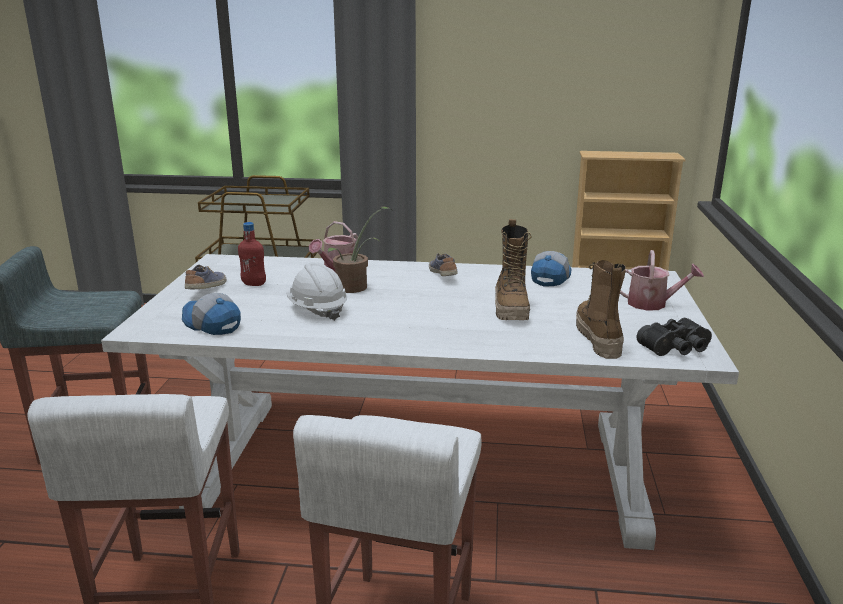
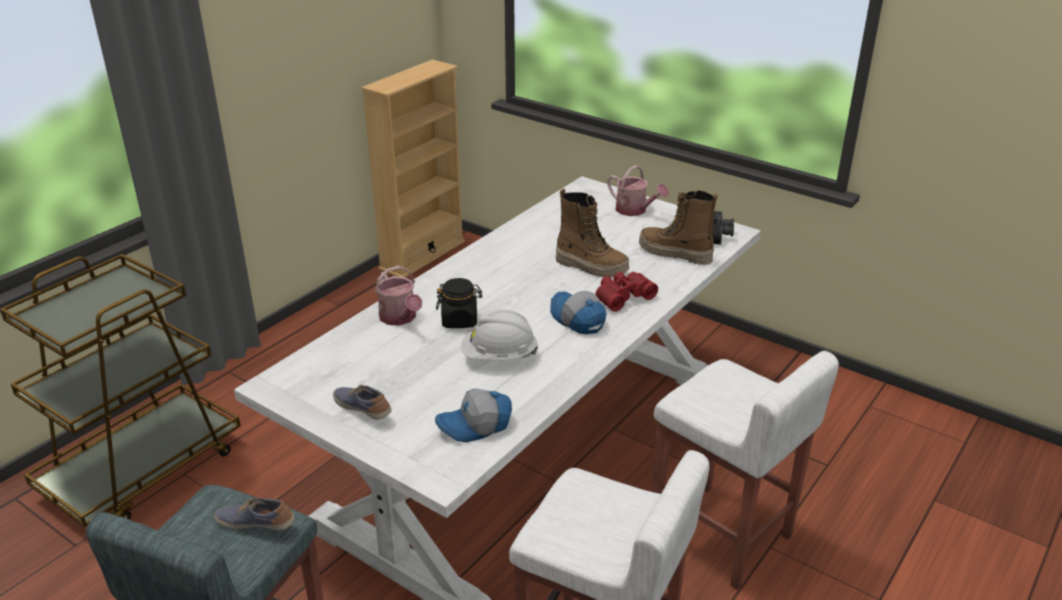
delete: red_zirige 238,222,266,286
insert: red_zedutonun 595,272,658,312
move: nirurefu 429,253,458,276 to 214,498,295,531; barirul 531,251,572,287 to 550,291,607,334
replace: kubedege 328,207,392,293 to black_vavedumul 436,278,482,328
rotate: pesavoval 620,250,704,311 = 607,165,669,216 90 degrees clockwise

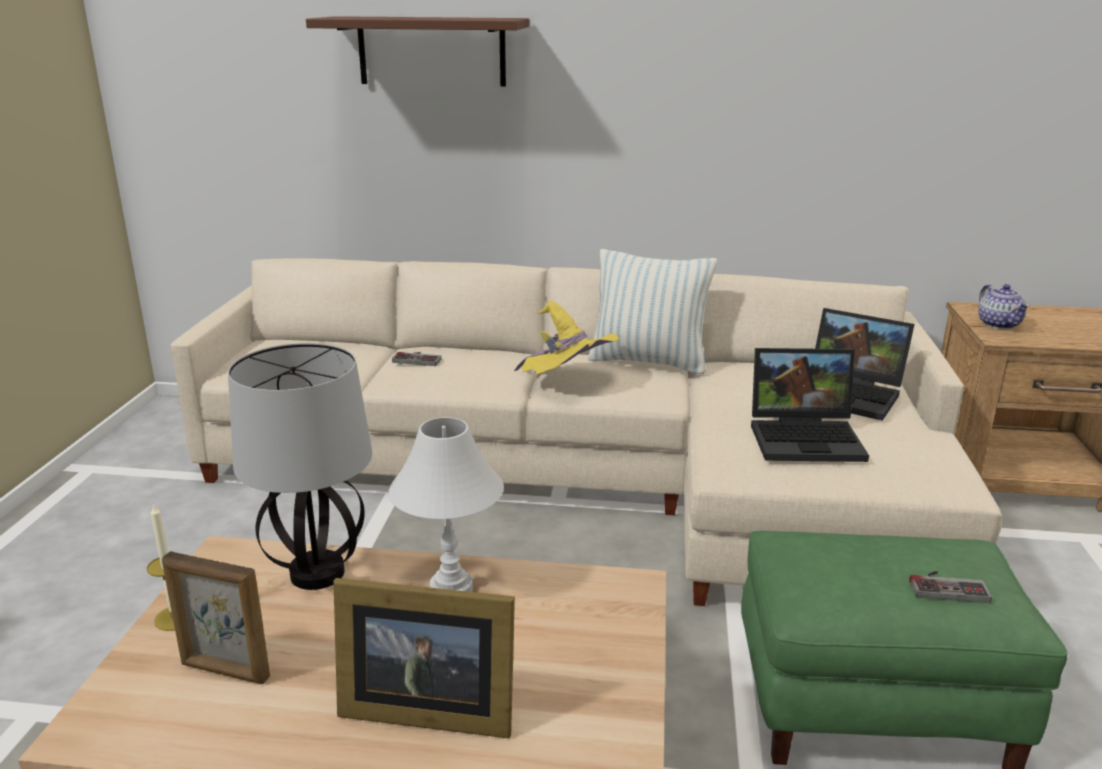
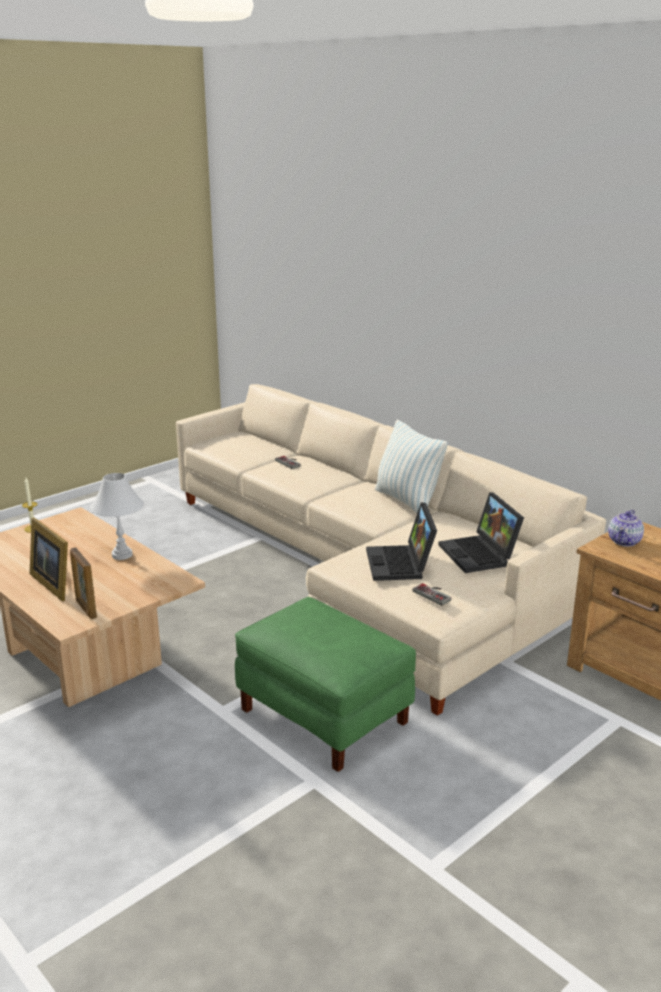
delete: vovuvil 228,343,373,590; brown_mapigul 306,16,529,87; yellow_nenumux 514,300,619,375
move: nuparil 162,551,270,684 to 70,547,97,619; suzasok 909,571,992,603 to 413,583,452,606
rotate: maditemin 751,348,869,462 = 366,502,437,581 45 degrees clockwise

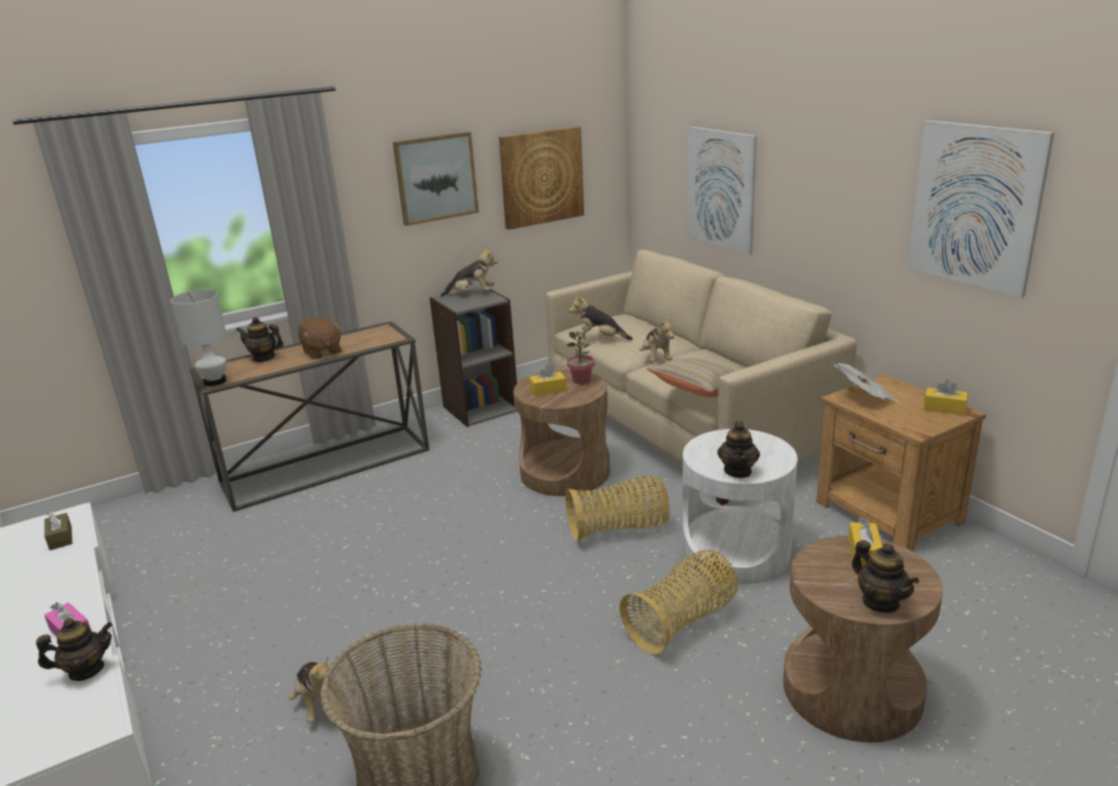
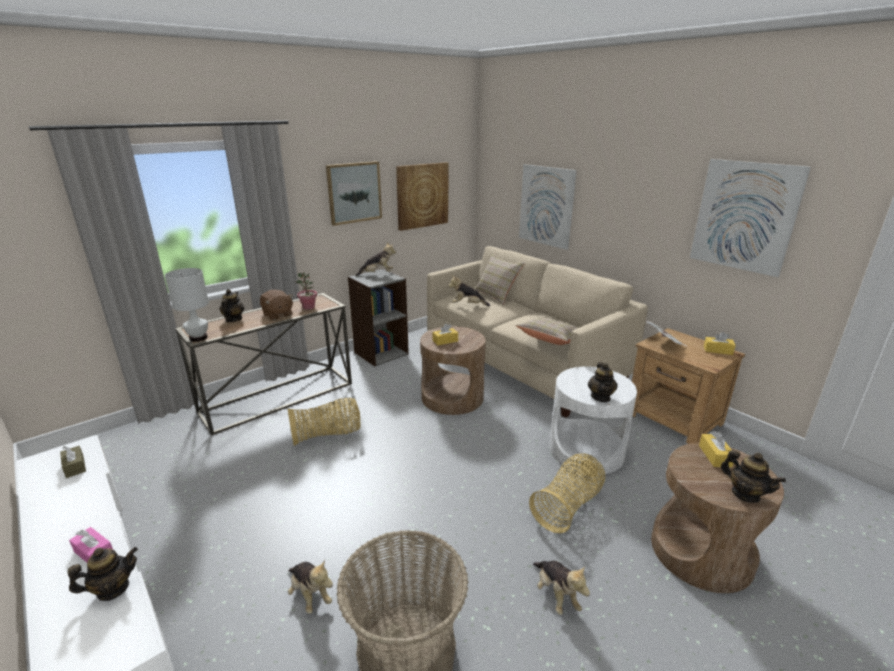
insert: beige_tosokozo 474,253,525,305
move: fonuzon 565,476,670,542 to 288,398,361,446; kubedege 567,331,595,384 to 296,272,317,310; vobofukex 639,318,674,361 to 533,561,590,615
rotate: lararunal 236,317,284,362 = 219,289,244,322 90 degrees clockwise

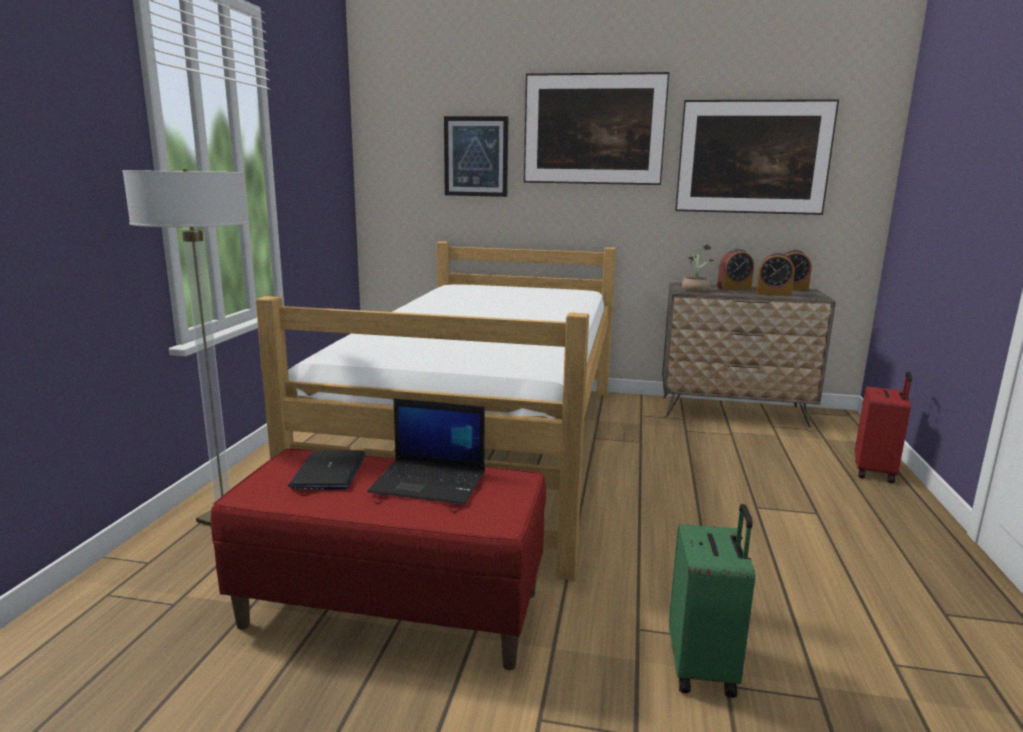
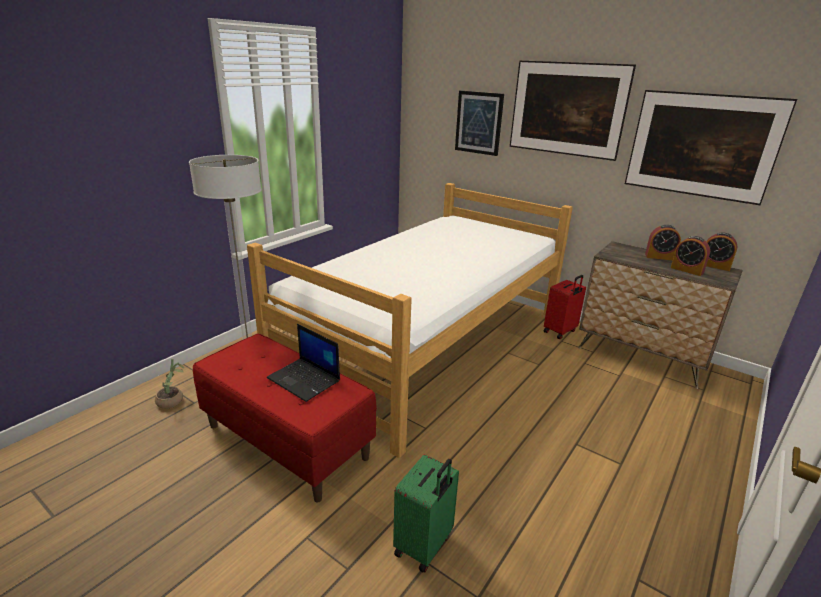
delete: maditemin 288,450,365,490
move: kubedege 682,240,714,292 to 155,359,184,409; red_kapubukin 855,372,912,483 to 544,275,586,339

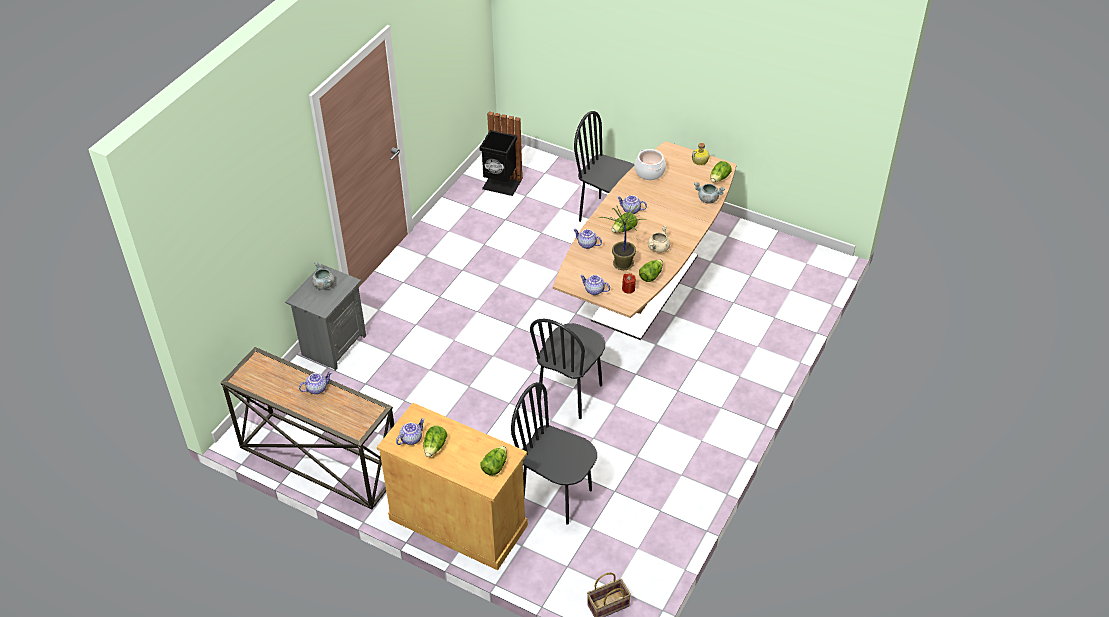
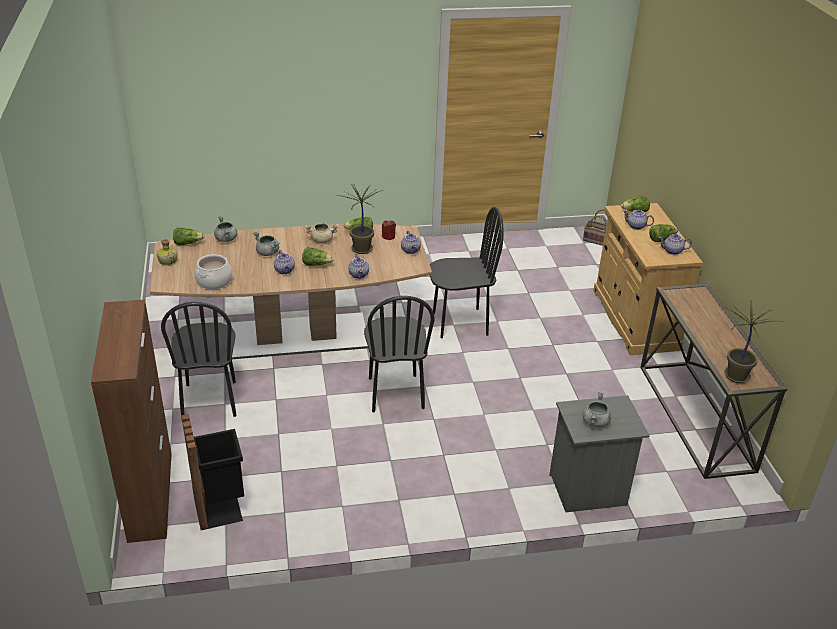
insert: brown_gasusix 91,300,172,543; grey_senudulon 253,232,279,256; kubedege 724,301,783,383
move: lararunal 299,372,332,394 to 623,209,654,230; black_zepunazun 511,382,597,525 to 364,296,435,412

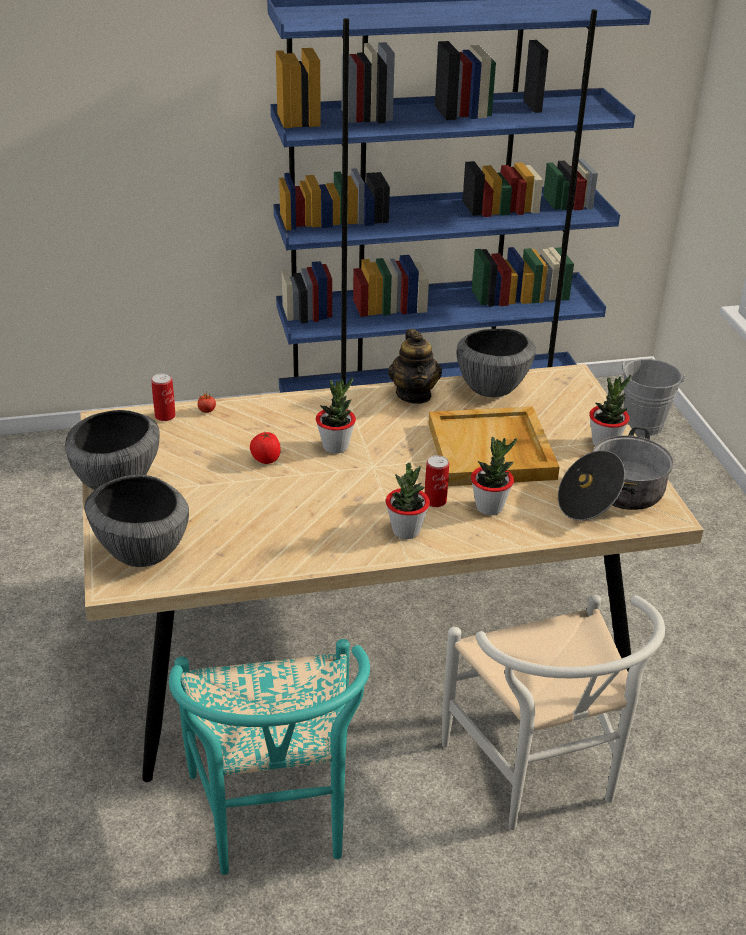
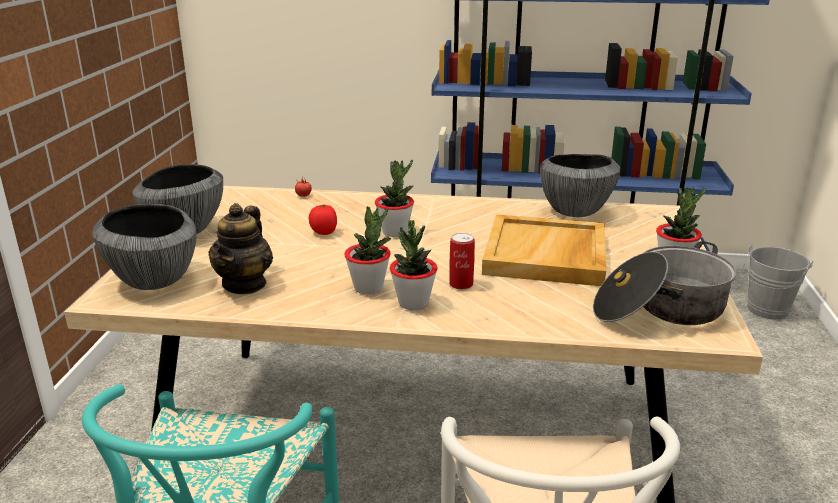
delete: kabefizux 151,373,176,421
move: lararunal 388,329,442,404 to 208,203,273,294; kubedege 471,437,517,515 to 344,206,391,294

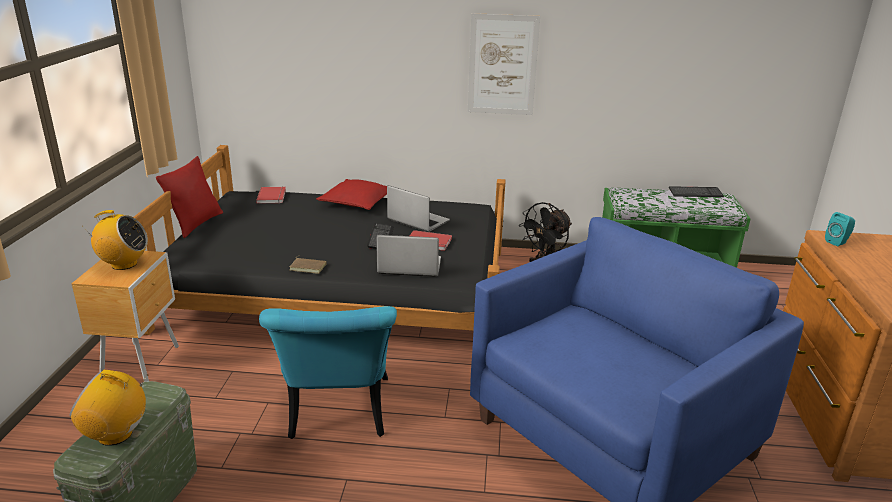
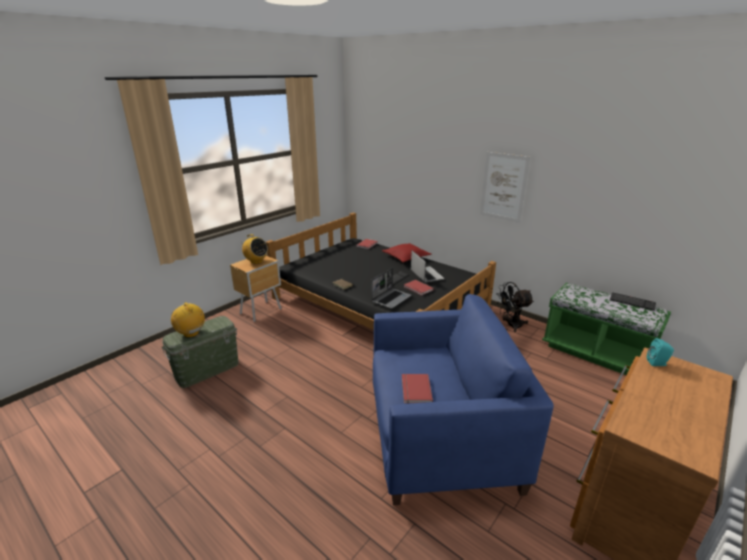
delete: red_tosokozo 156,156,223,238; turquoise_zepunazun 259,306,397,439
insert: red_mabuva 402,374,433,403
rotate: maditemin 376,235,441,277 = 371,268,412,309 90 degrees clockwise

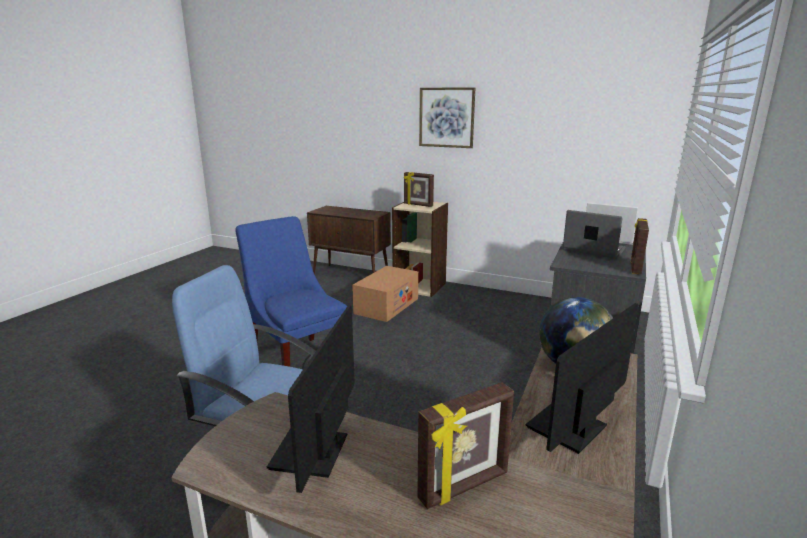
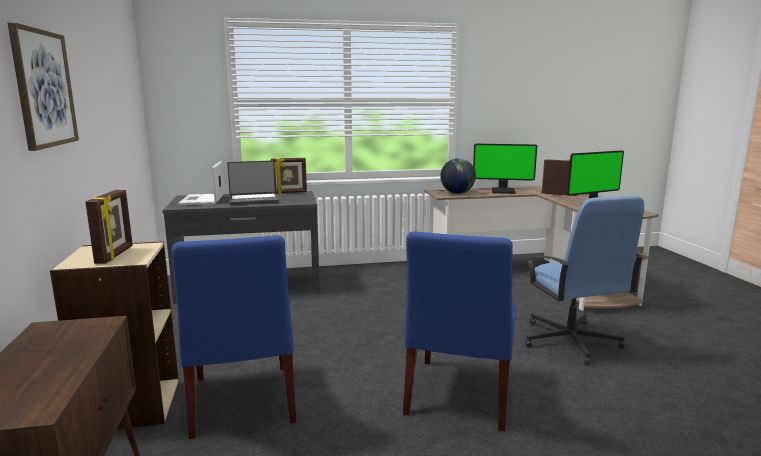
replace: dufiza 352,266,418,322 to blue_zepunazun 172,235,297,439
rotate: maditemin 563,210,625,259 = 227,160,279,205 105 degrees counterclockwise

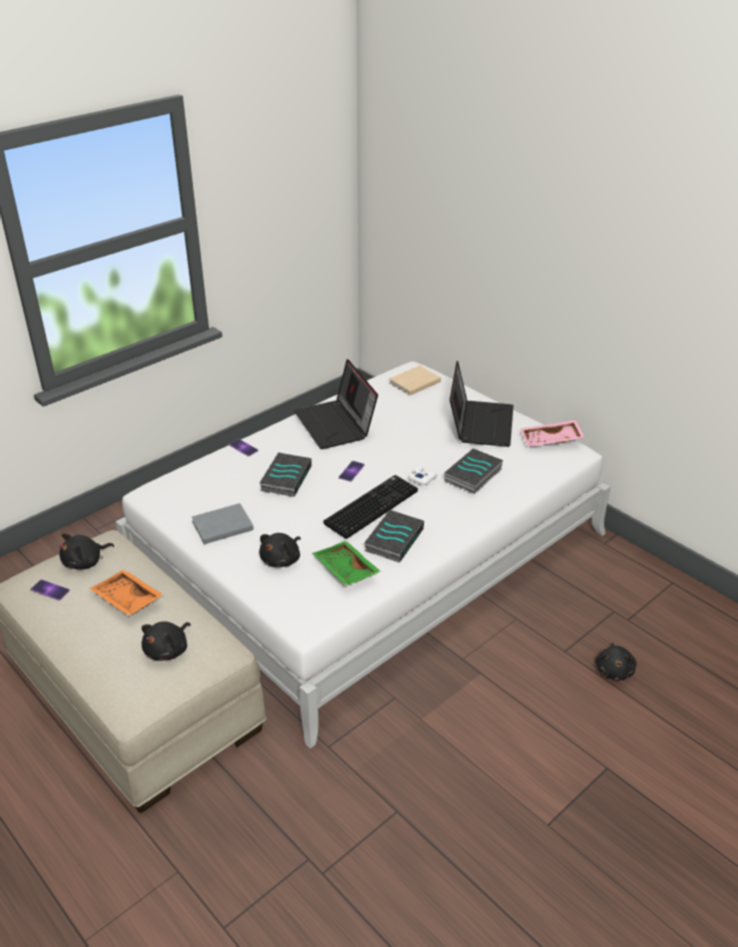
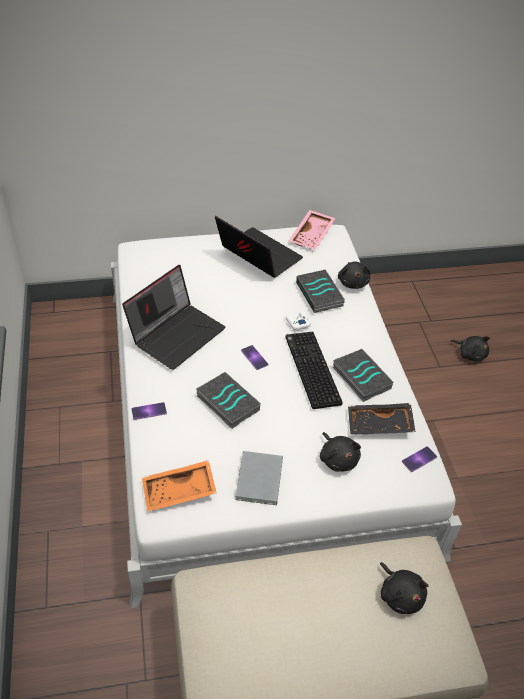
delete: beige_mabuva 389,365,441,396
move: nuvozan 30,579,70,601 to 402,446,437,472; black_vobofukex 59,533,114,570 to 338,262,371,289; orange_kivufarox 90,570,163,616 to 142,460,217,511
recolor: green_kivufarox 312,541,381,586 to black_kivufarox 348,403,416,435
rotate: maditemin 294,359,378,449 = 122,265,226,370 60 degrees counterclockwise

